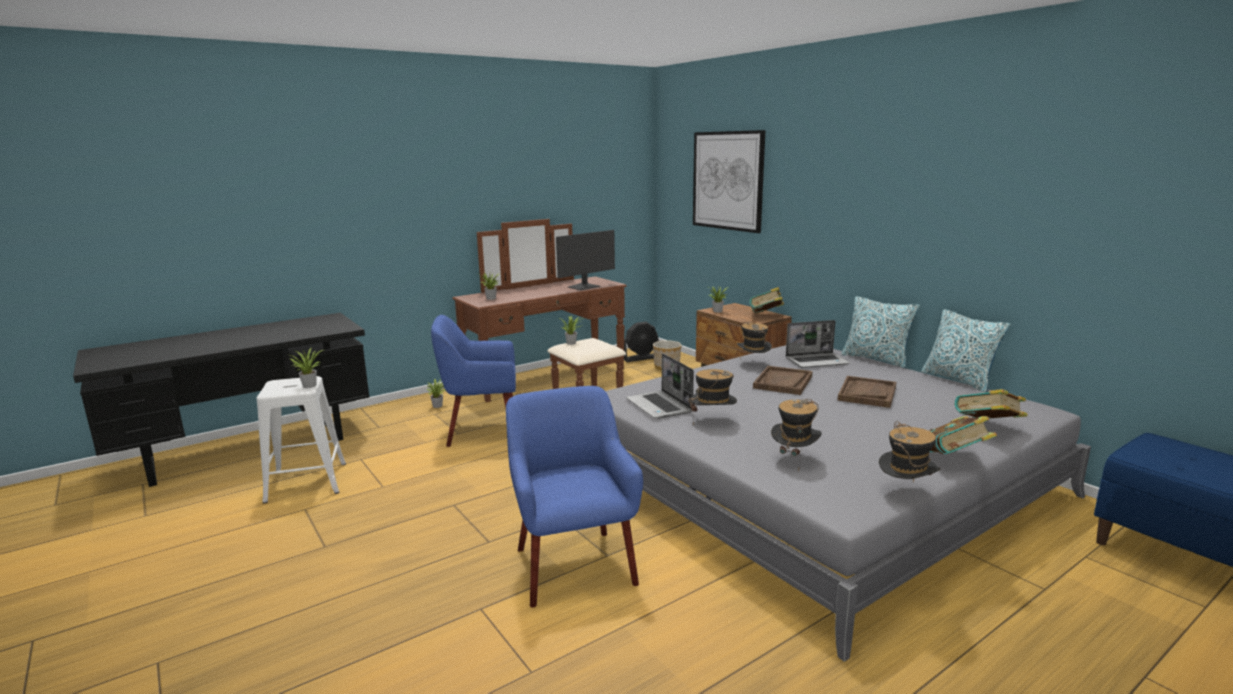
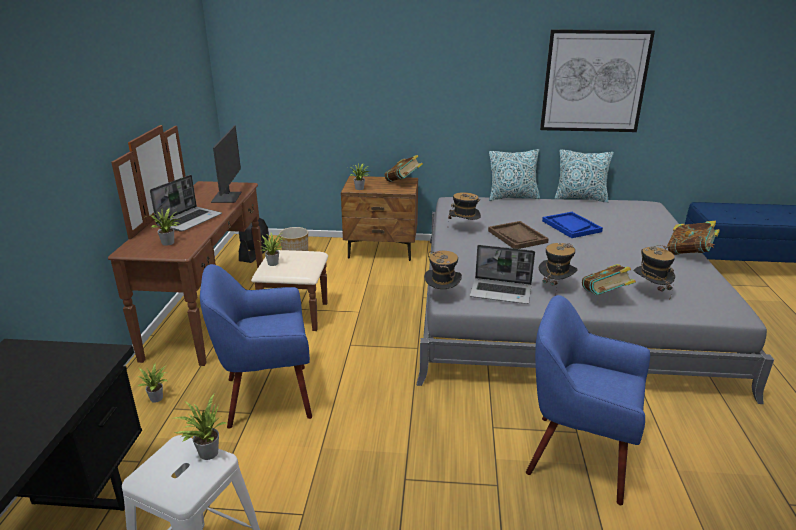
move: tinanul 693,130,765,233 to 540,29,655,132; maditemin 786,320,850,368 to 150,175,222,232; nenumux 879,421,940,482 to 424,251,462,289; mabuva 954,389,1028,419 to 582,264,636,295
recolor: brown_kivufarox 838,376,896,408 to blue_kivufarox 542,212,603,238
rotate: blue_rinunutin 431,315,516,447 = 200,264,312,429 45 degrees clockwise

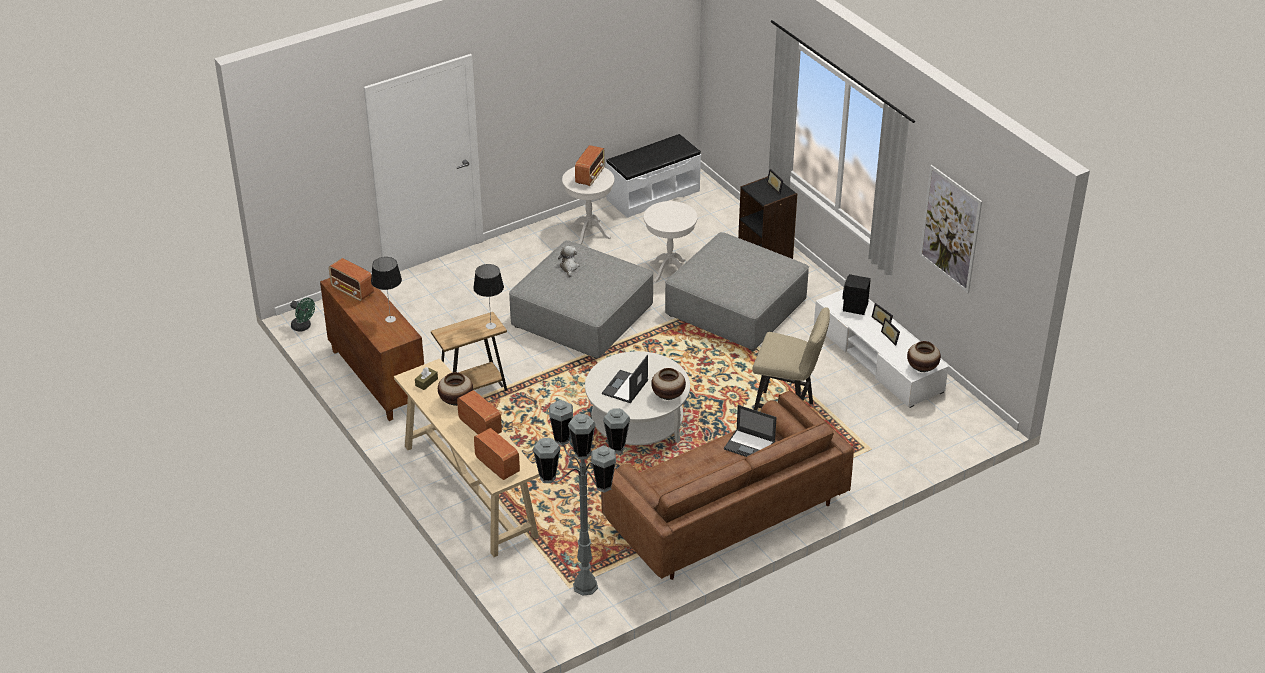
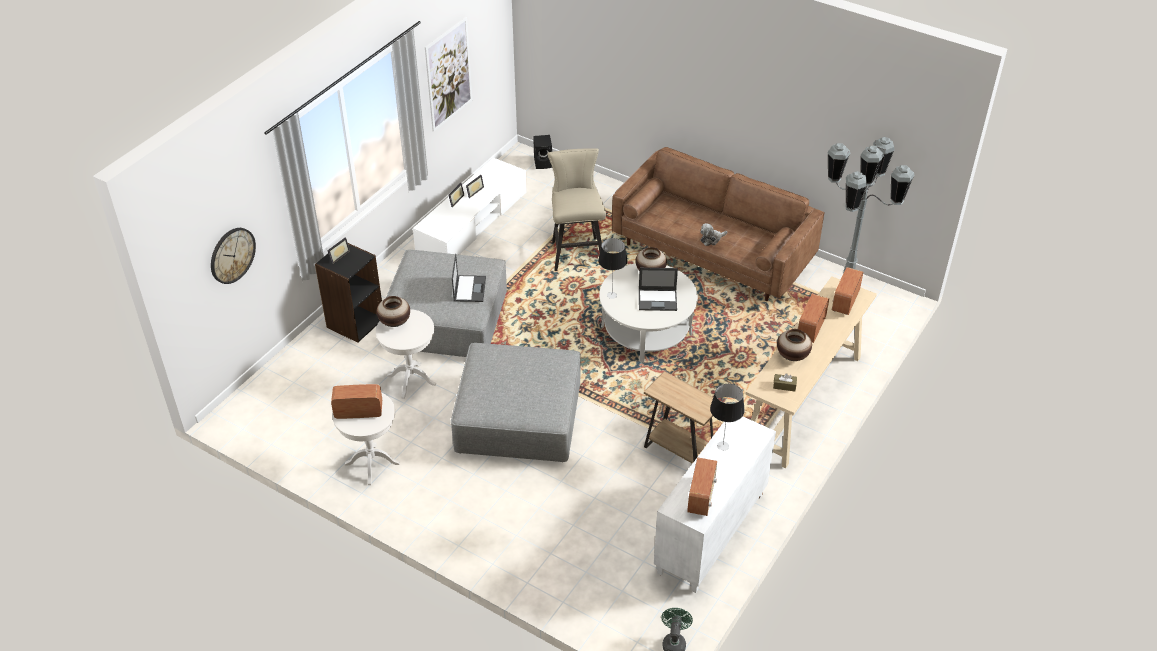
delete: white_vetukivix 606,134,701,218
insert: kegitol 211,228,256,284
move: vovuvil 473,264,504,329 to 598,238,627,299; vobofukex 558,246,579,277 to 700,223,727,246; maditemin 724,405,777,457 to 452,254,486,302; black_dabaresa 842,274,871,315 to 533,135,552,169; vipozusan 907,341,941,372 to 377,296,410,327
recolor: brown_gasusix 320,278,424,421 to white_gasusix 654,417,776,593

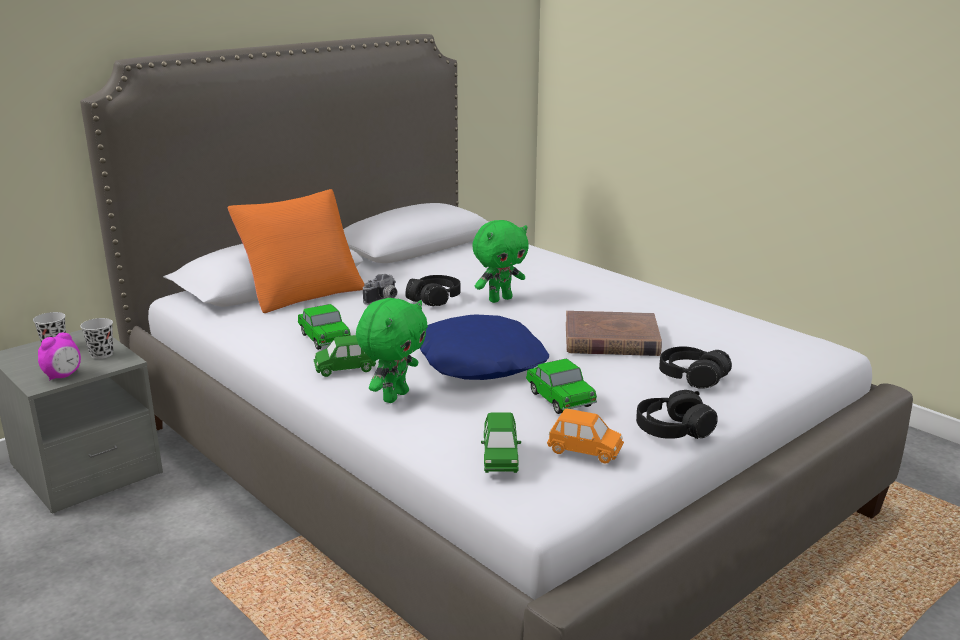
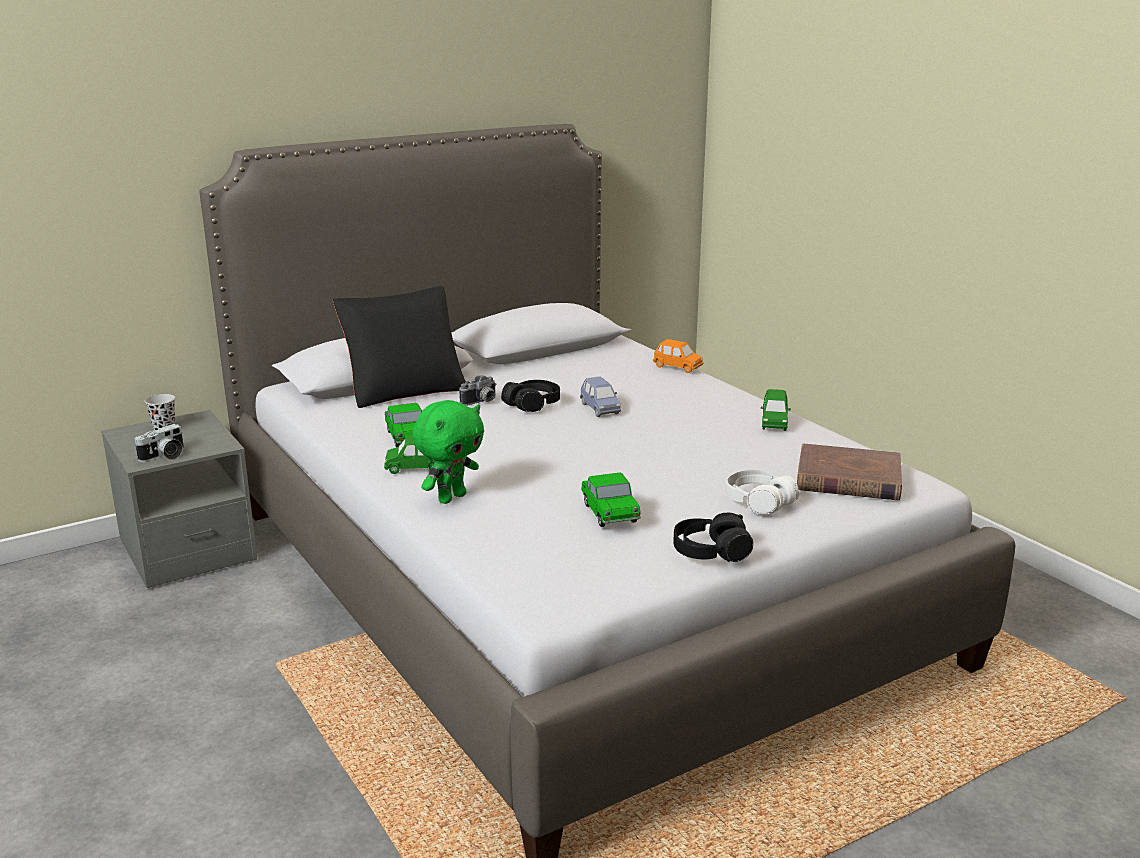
delete: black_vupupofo 80,318,113,359; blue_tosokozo 420,314,549,380
move: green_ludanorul 481,412,521,473 to 761,389,791,431; orange_ludanorul 547,409,624,463 to 653,339,704,373; brown_mabuva 566,311,662,356 to 797,443,902,500
replace: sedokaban 38,333,81,381 to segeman 135,424,184,462; green_vobofukex 472,220,529,303 to blue_ludanorul 580,376,621,417
recolor: orange_tosokozo 227,189,364,313 to black_tosokozo 333,286,466,408; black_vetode 659,347,732,389 to white_vetode 726,470,799,514

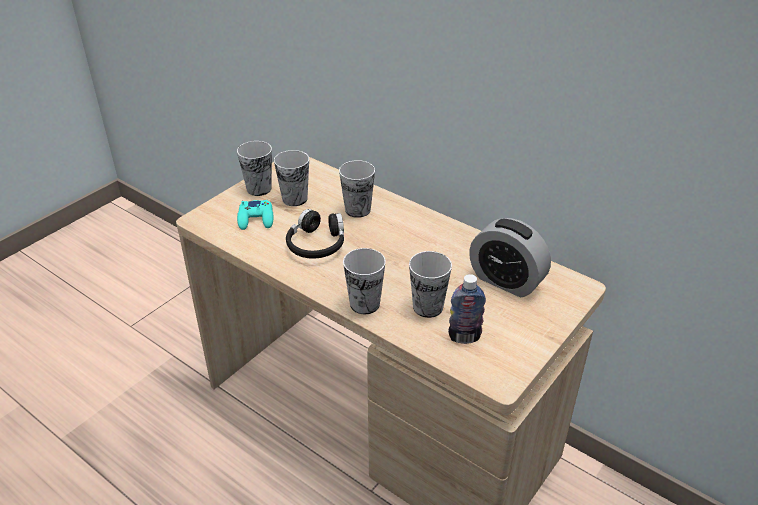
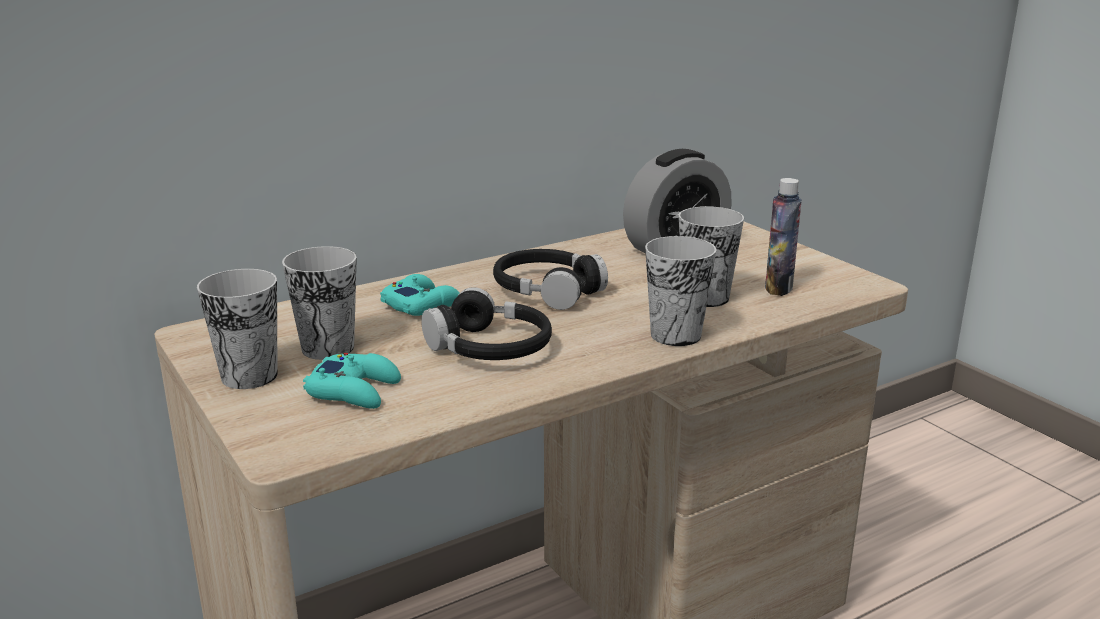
insert: black_vetode 493,249,608,310
replace: vupupofo 339,160,375,218 to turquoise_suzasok 380,274,460,316

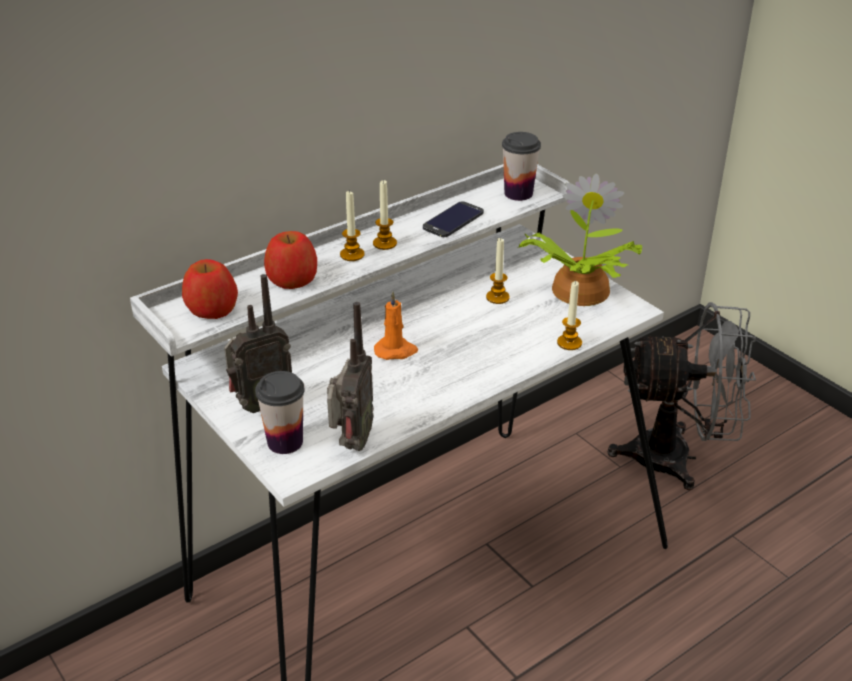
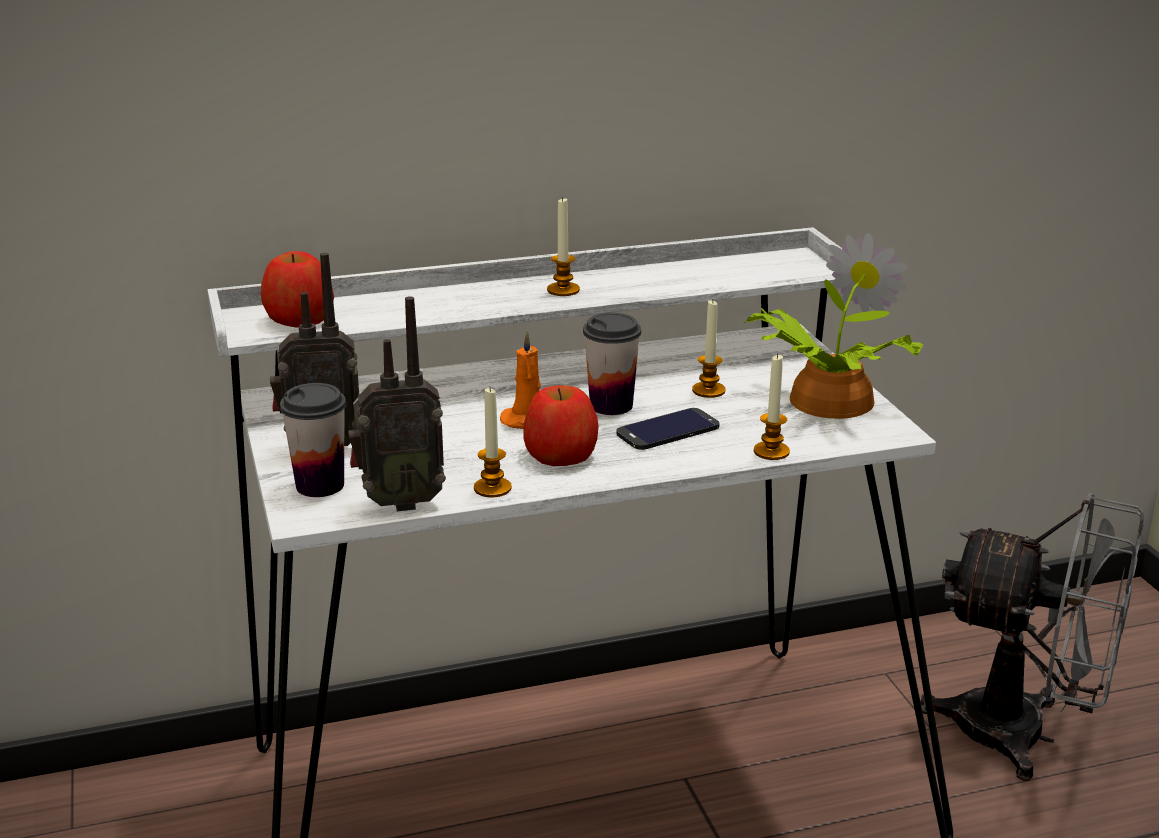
move: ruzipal 264,231,317,289 to 523,385,599,466; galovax 340,190,365,261 to 474,388,512,498; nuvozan 423,201,484,237 to 616,408,720,450; vupupofo 502,132,541,201 to 583,313,641,415
rotate: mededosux 327,302,374,451 = 348,296,446,511 45 degrees clockwise

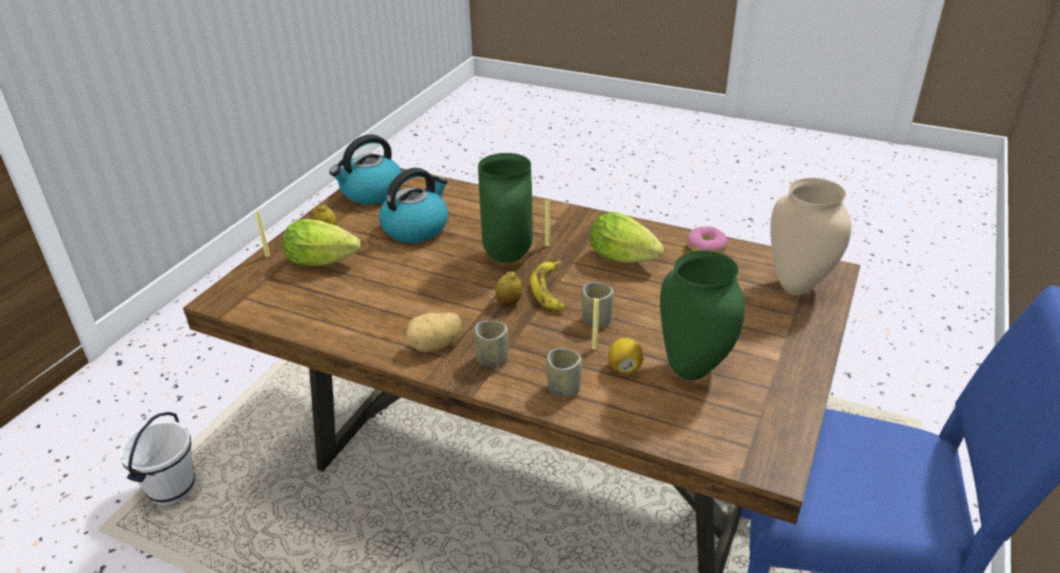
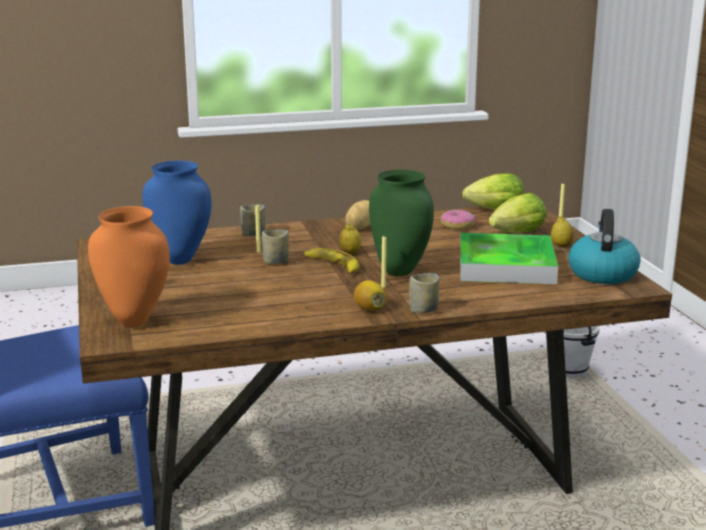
move: vupupofo 474,321,508,367 to 409,273,439,314; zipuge 590,212,664,263 to 462,173,524,210; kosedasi 608,338,643,374 to 354,280,386,310; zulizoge 687,226,728,253 to 441,210,476,230
replace: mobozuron 379,168,448,243 to kivufarox 460,233,558,284
recolor: green_vipozusan 660,250,745,380 to blue_vipozusan 142,160,212,265; beige_vipozusan 770,178,851,295 to orange_vipozusan 88,206,170,328

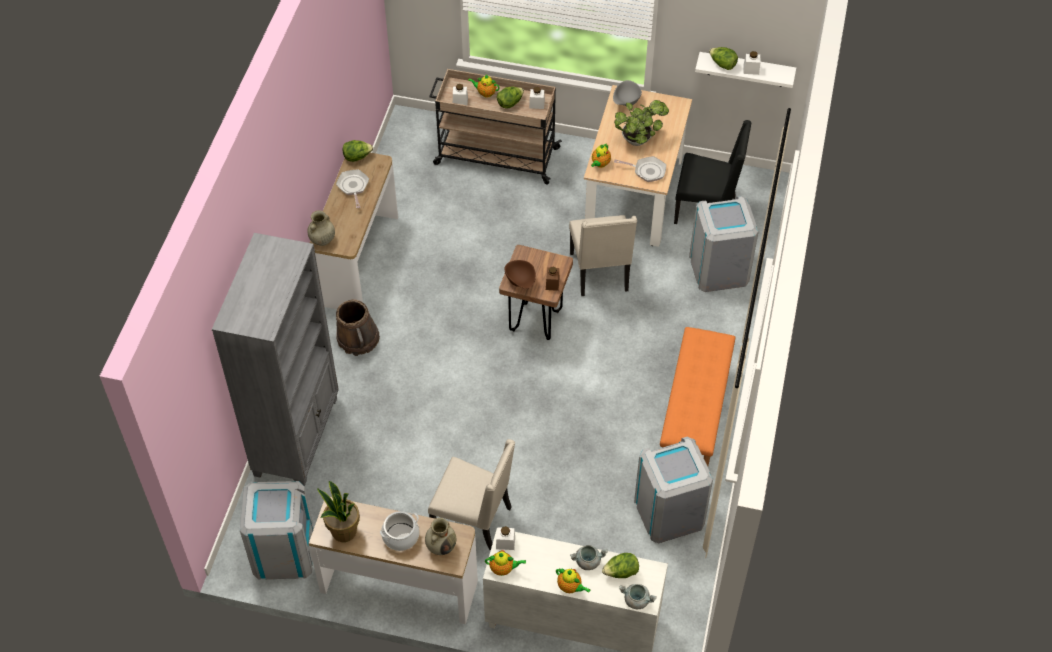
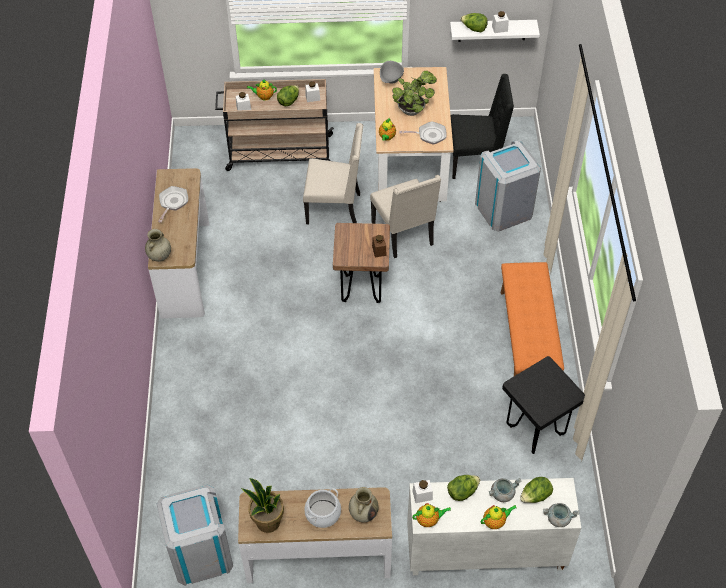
delete: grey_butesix 212,233,339,486; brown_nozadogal 336,299,380,356; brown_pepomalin 505,260,536,289
move: zipuge 342,140,373,162 to 447,475,480,501; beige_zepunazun 428,439,515,551 to 303,123,363,224
replace: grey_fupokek 634,437,713,544 to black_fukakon 502,356,585,454
rotate: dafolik 336,169,369,208 = 158,186,188,222 45 degrees clockwise; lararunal 556,568,590,593 = 481,505,517,529 45 degrees counterclockwise

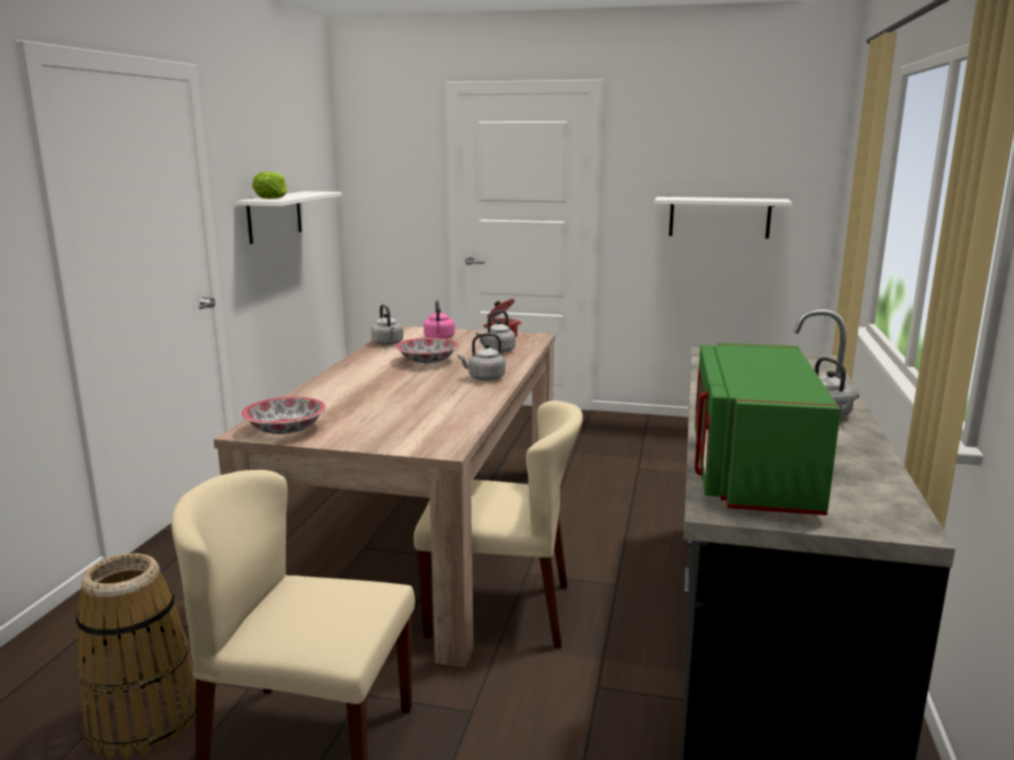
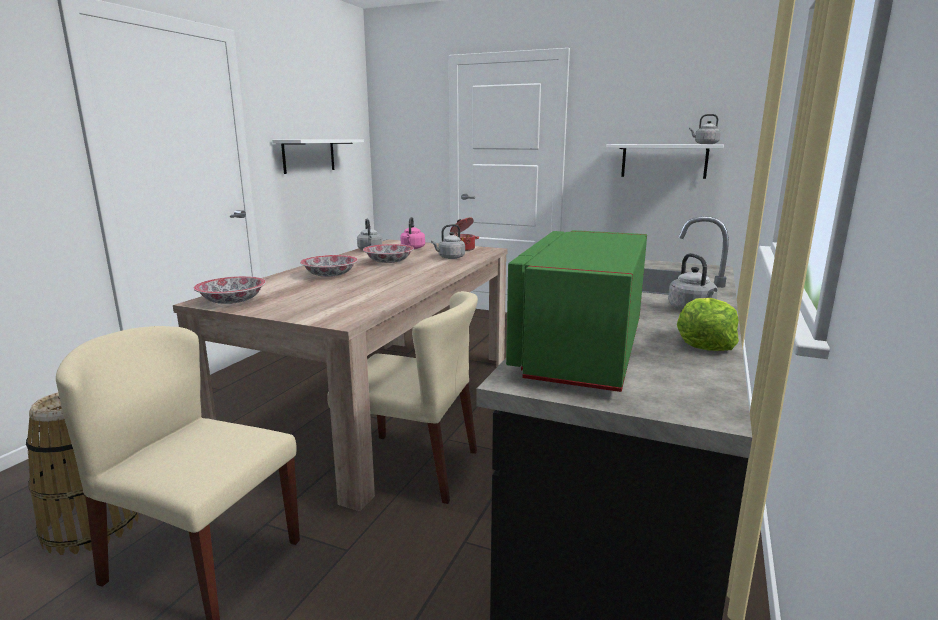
insert: pepomalin 300,255,358,277
move: zipuge 253,172,287,199 to 677,298,739,351; grey_mobozuron 457,333,506,381 to 689,114,721,144

